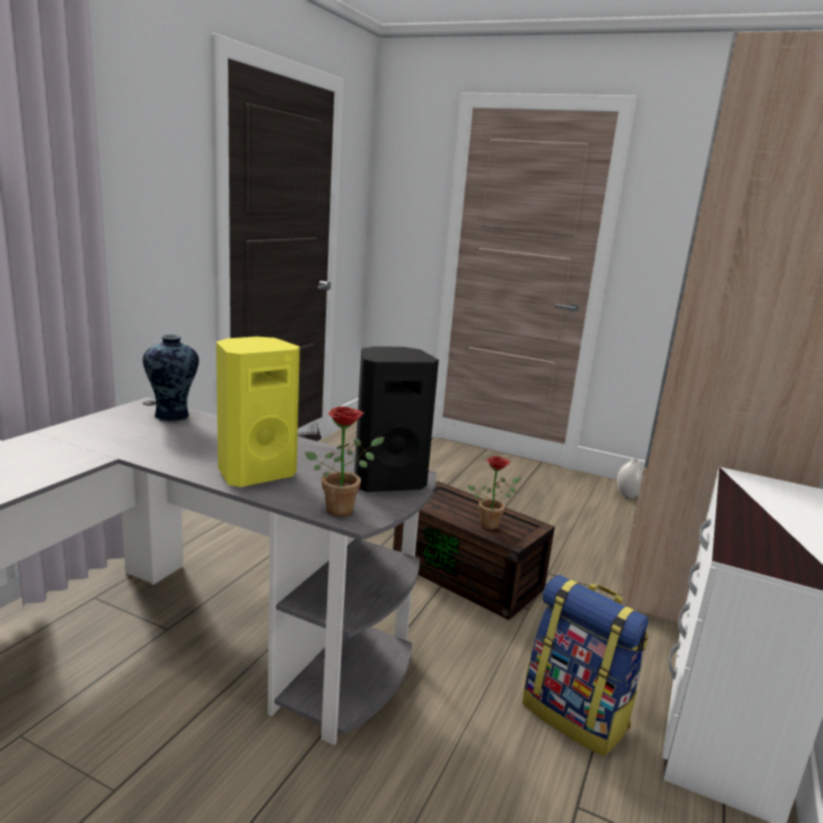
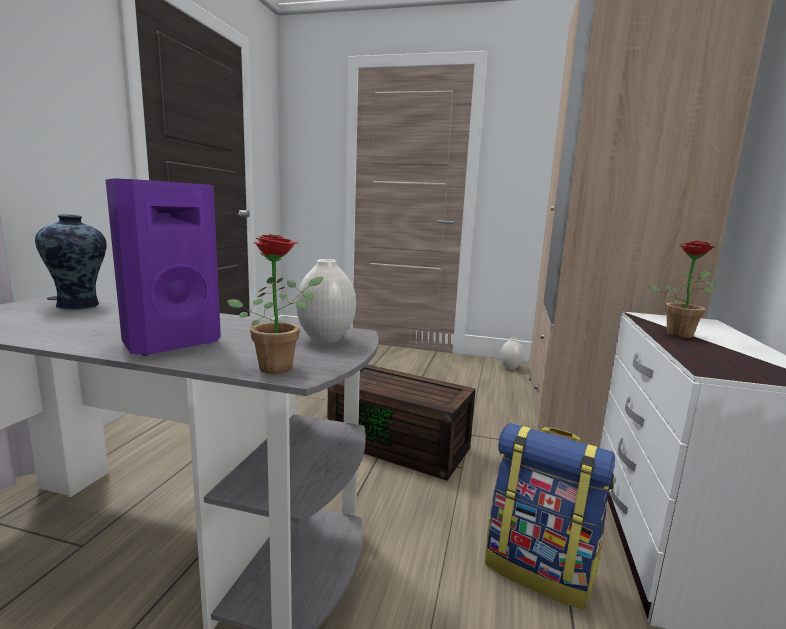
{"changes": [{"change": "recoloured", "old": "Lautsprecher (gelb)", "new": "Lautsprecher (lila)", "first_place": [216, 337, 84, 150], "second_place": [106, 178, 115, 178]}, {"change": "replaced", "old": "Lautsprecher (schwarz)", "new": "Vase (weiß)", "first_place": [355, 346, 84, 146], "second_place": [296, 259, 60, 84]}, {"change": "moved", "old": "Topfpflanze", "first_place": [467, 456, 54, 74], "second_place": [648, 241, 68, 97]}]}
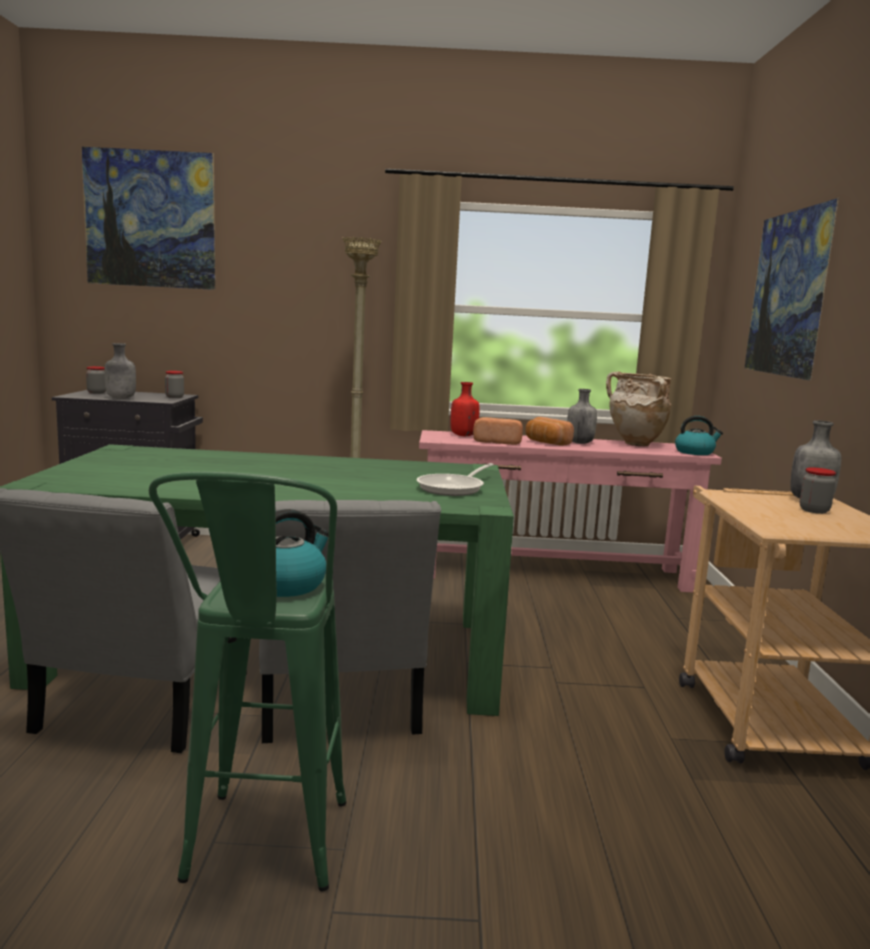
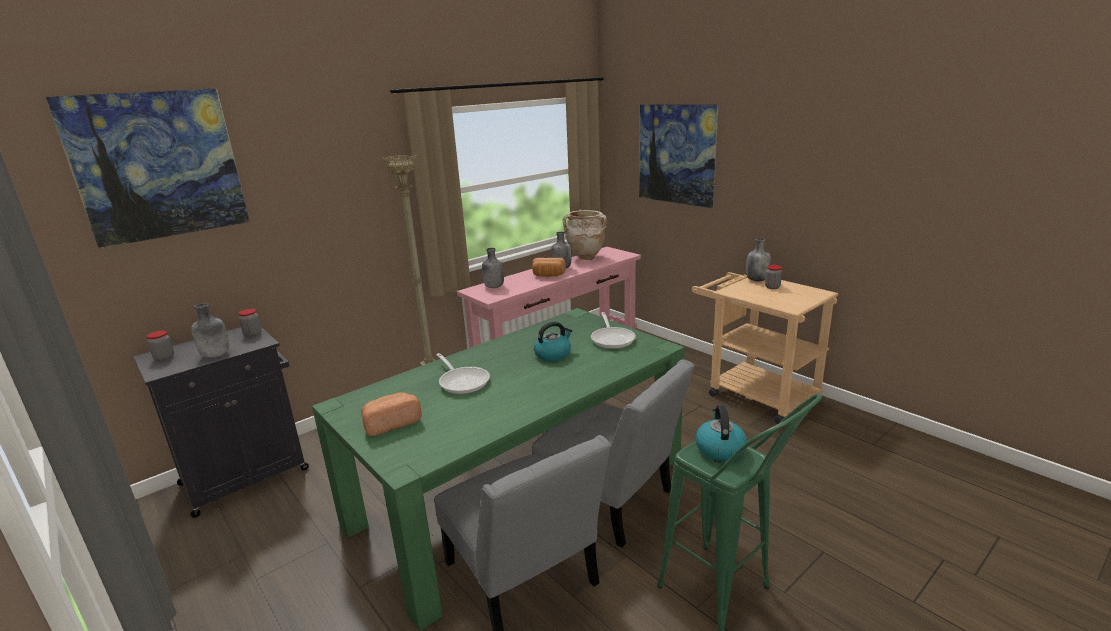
{"changes": [{"change": "recoloured", "old": "Flasche (rot)", "new": "Flasche (grau)", "first_place": [450, 382, 30, 54], "second_place": [482, 248, 22, 40]}, {"change": "moved", "old": "Brot", "first_place": [473, 417, 50, 28], "second_place": [361, 392, 61, 44]}, {"change": "moved", "old": "Wasserkessel", "first_place": [675, 416, 48, 39], "second_place": [534, 322, 38, 39]}, {"change": "added", "new": "Pfanne", "second_place": [436, 353, 54, 41]}]}
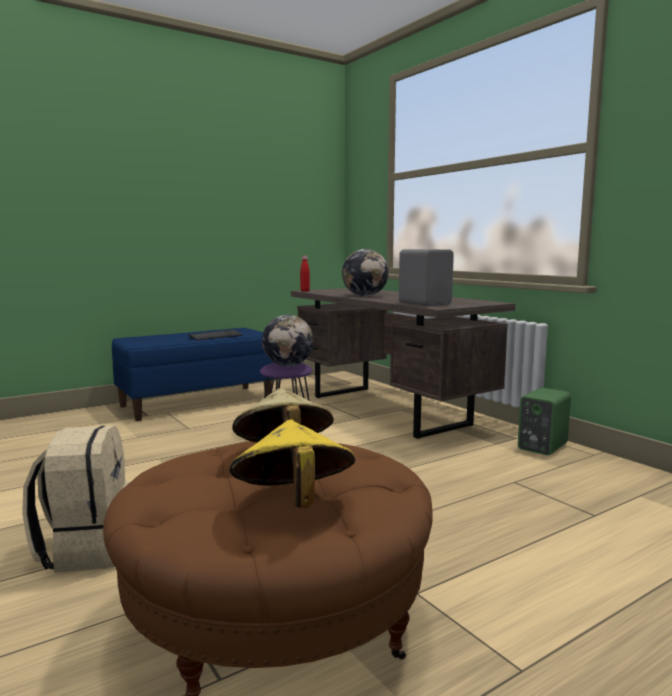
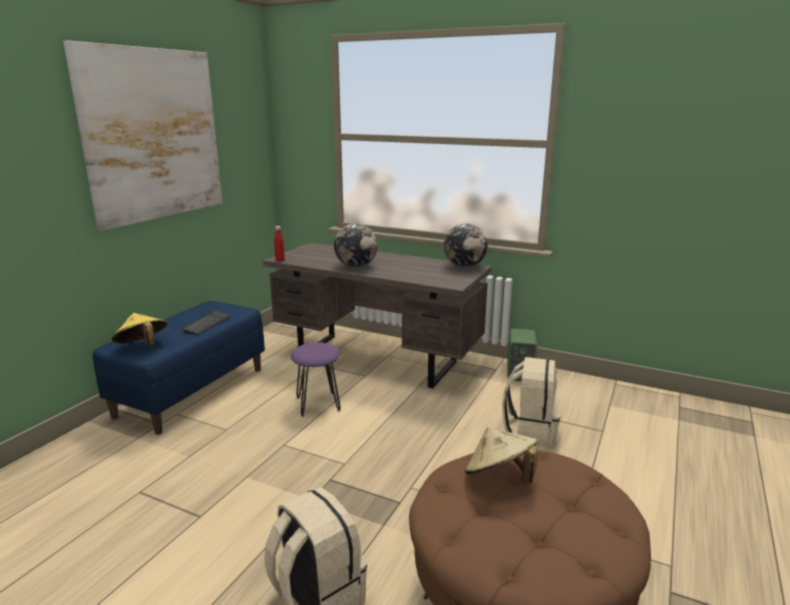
{"changes": [{"change": "moved", "old": "Hut (gelb)", "first_place": [229, 420, 127, 88], "second_place": [112, 313, 55, 33]}, {"change": "moved", "old": "Globus", "first_place": [262, 315, 52, 51], "second_place": [444, 223, 44, 44]}, {"change": "removed", "old": "Lautsprecher (grau)", "first_place": [399, 249, 55, 57]}, {"change": "added", "new": "Bild", "second_place": [63, 41, 159, 190]}, {"change": "added", "new": "Rucksack (beige)", "second_place": [502, 357, 59, 89]}]}
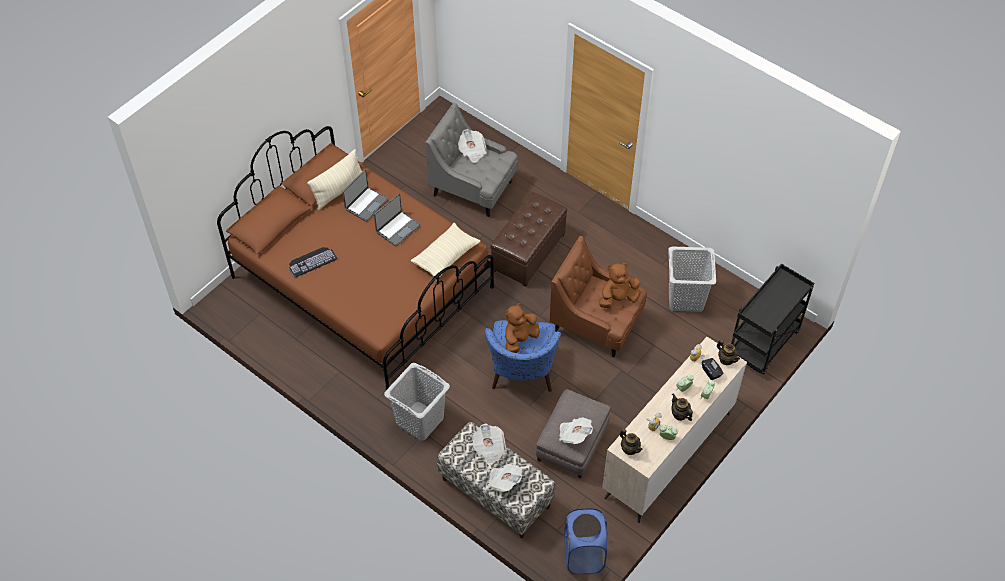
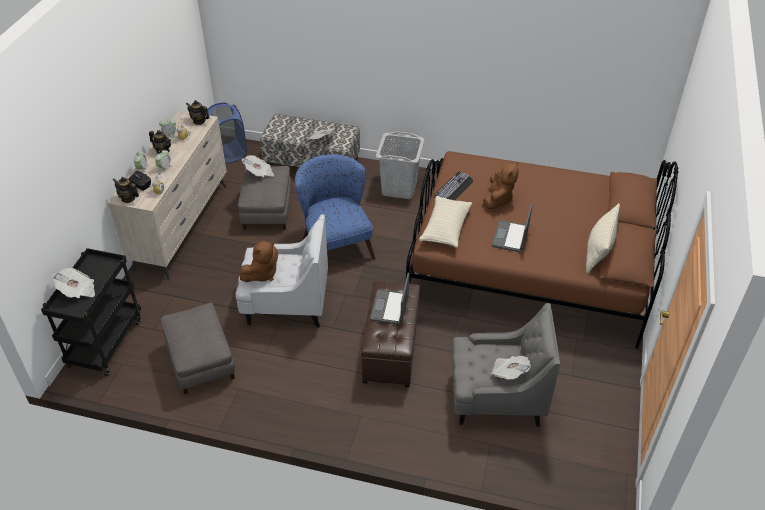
{"changes": [{"change": "moved", "old": "Tastatur", "first_place": [288, 247, 49, 31], "second_place": [434, 171, 39, 29]}, {"change": "moved", "old": "Laptop", "first_place": [342, 169, 46, 53], "second_place": [370, 272, 40, 53]}, {"change": "moved", "old": "Zeitung", "first_place": [488, 464, 34, 28], "second_place": [52, 268, 43, 30]}, {"change": "moved", "old": "Plüschtier (braun)", "first_place": [505, 303, 35, 50], "second_place": [483, 162, 36, 47]}, {"change": "recoloured", "old": "Sessel (braun)", "new": "Sessel (weiß)", "first_place": [550, 236, 97, 122], "second_place": [235, 214, 93, 114]}, {"change": "replaced", "old": "Wäschekorb (grau)", "new": "Polsterhocker (grau)", "first_place": [668, 246, 48, 66], "second_place": [161, 303, 74, 91]}]}
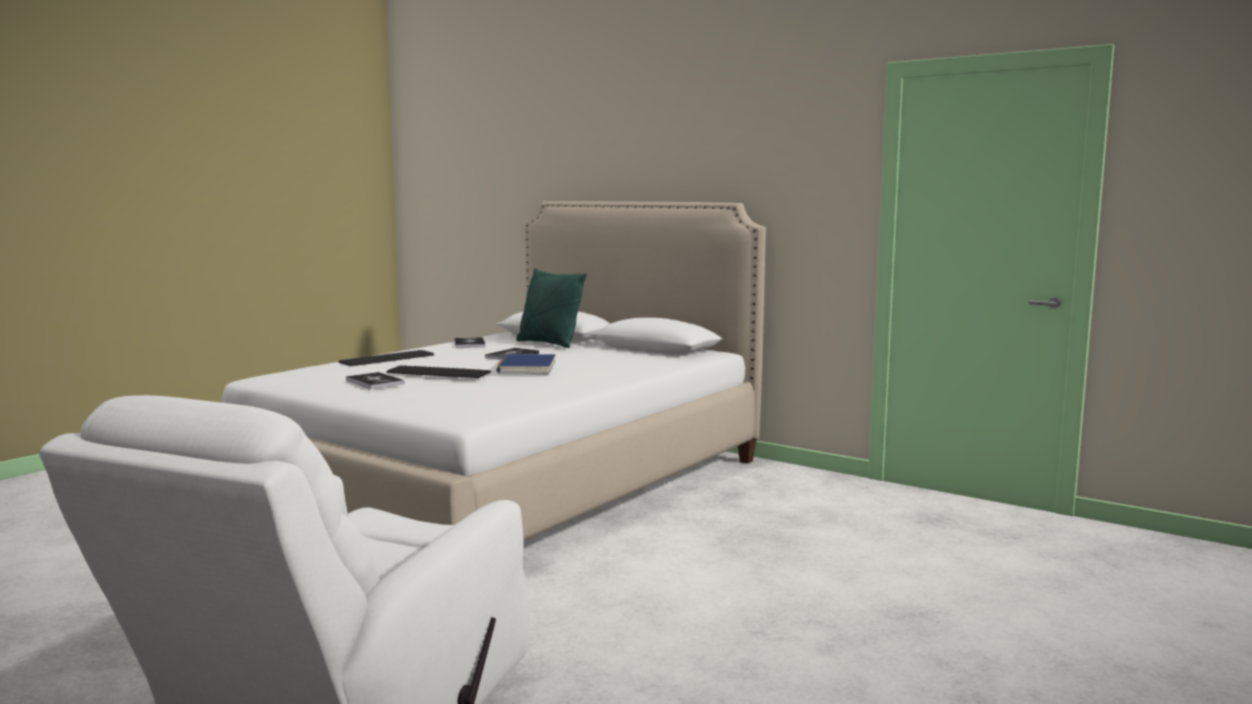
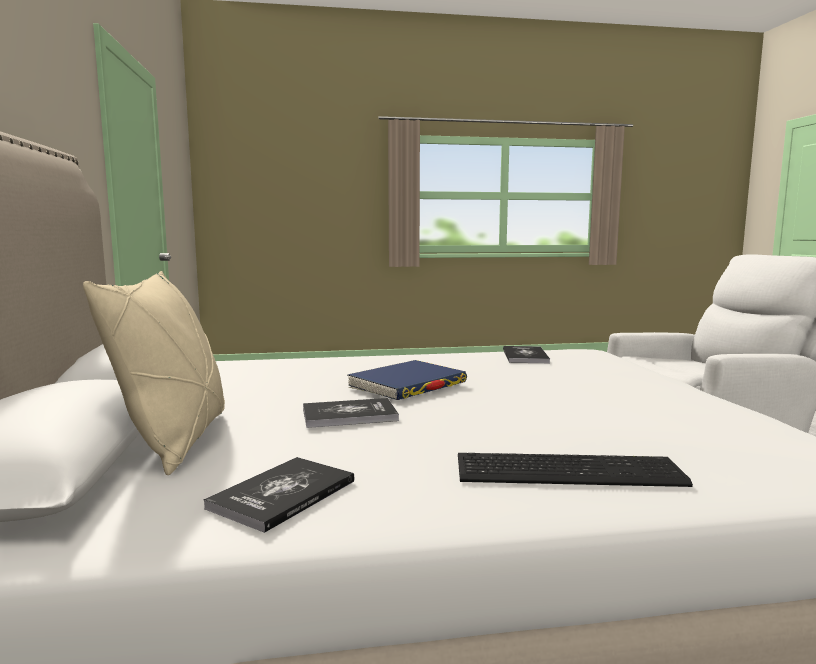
{"changes": [{"change": "moved", "old": "Buch", "first_place": [346, 372, 58, 17], "second_place": [503, 346, 47, 17]}, {"change": "removed", "old": "Tastatur", "first_place": [387, 366, 104, 12]}, {"change": "recoloured", "old": "Kissen (grün)", "new": "Kissen (beige)", "first_place": [516, 268, 71, 80], "second_place": [83, 271, 142, 204]}]}
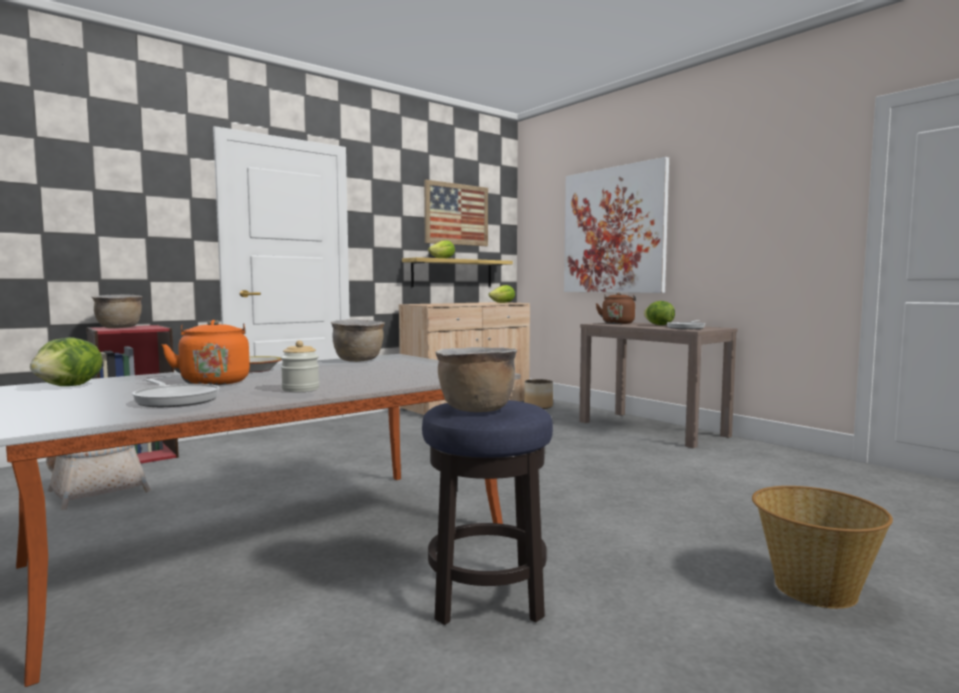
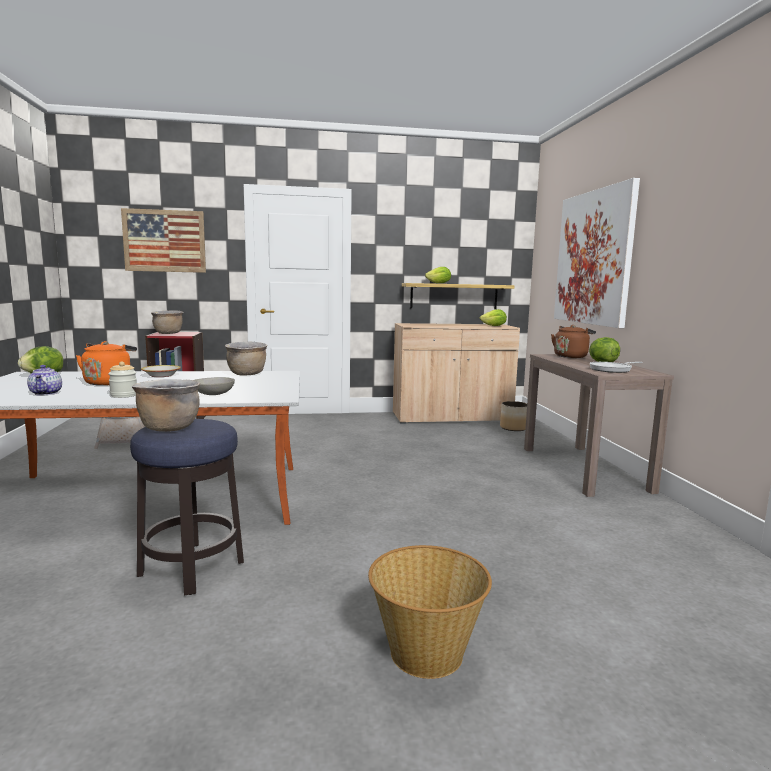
{"changes": [{"change": "replaced", "old": "Pfanne", "new": "Teekanne", "first_place": [133, 379, 87, 28], "second_place": [27, 365, 35, 31]}, {"change": "moved", "old": "Bild", "first_place": [424, 180, 64, 66], "second_place": [121, 208, 85, 65]}, {"change": "added", "new": "Schüssel (grau)", "second_place": [194, 377, 41, 18]}]}
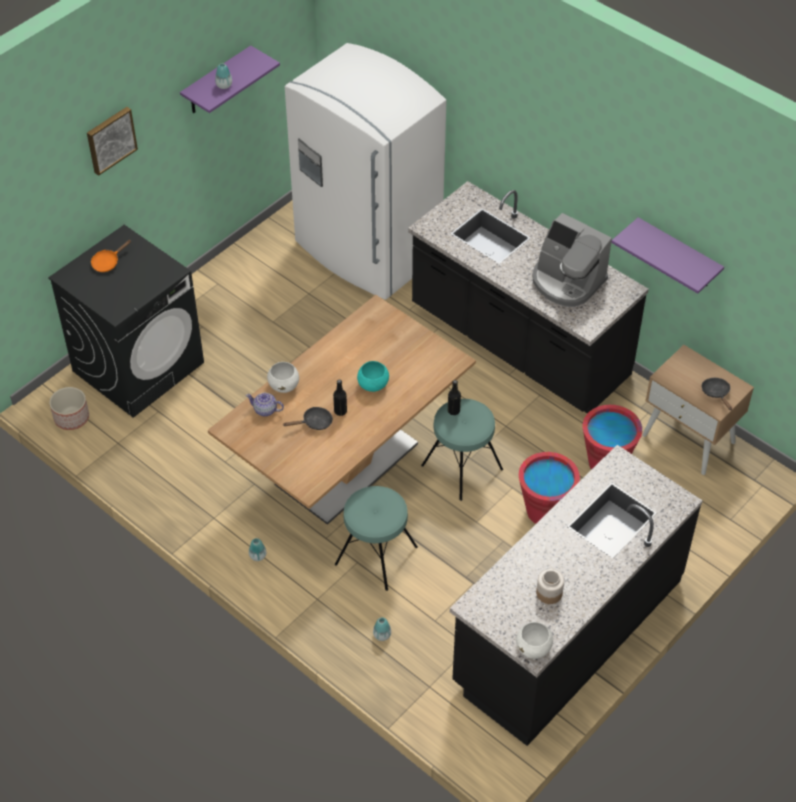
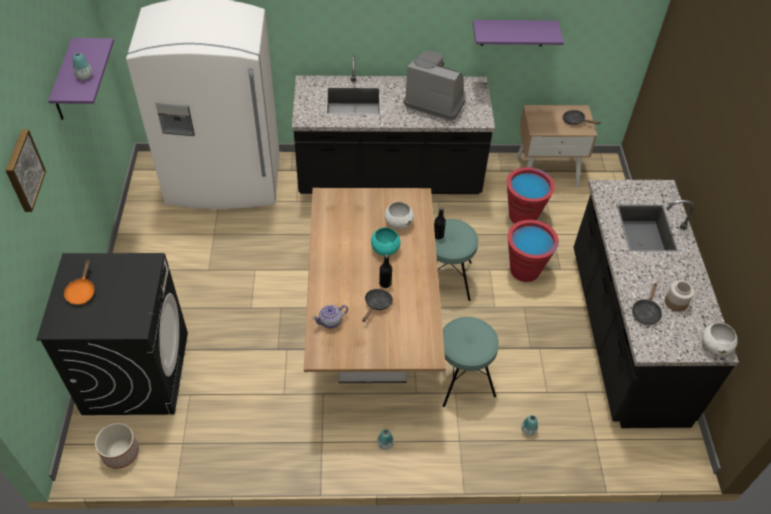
{"changes": [{"change": "moved", "old": "Schüssel (weiß)", "first_place": [267, 362, 32, 31], "second_place": [385, 202, 29, 27]}, {"change": "turned", "old": "Kaffeemaschine", "first_place": [532, 213, 80, 94], "second_place": [404, 51, 62, 70], "degrees": -150}, {"change": "added", "new": "Pfanne (schwarz)", "second_place": [632, 283, 30, 42]}]}
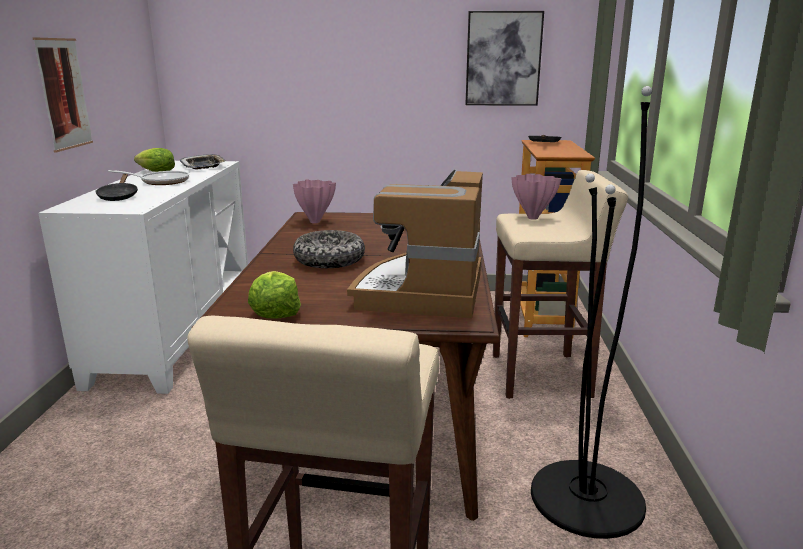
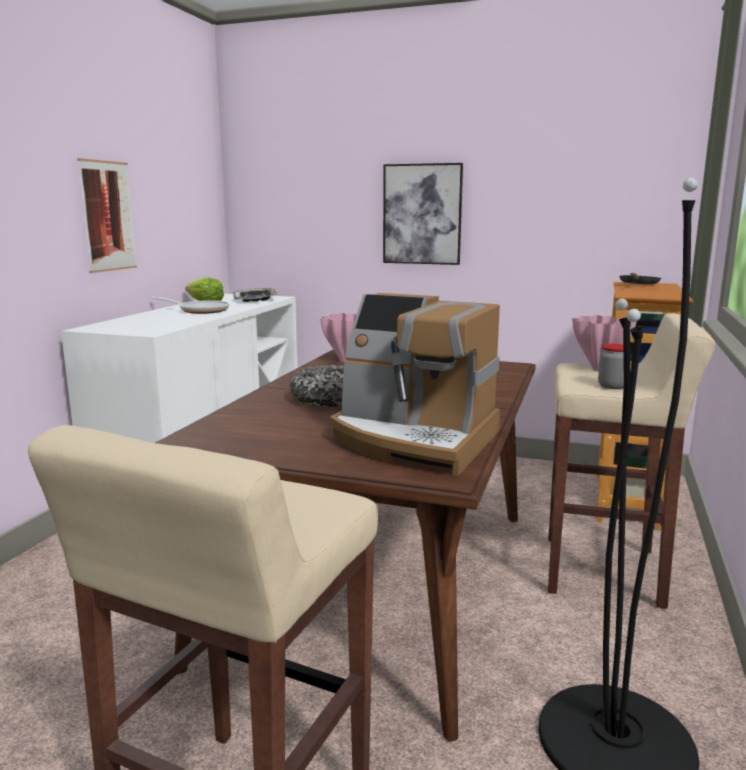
{"changes": [{"change": "removed", "old": "Pfanne (schwarz)", "first_place": [95, 174, 43, 27]}, {"change": "removed", "old": "Salatkopf", "first_place": [248, 271, 53, 48]}, {"change": "turned", "old": "Kaffeemaschine", "first_place": [347, 169, 136, 149], "second_place": [330, 293, 170, 183], "degrees": -90}, {"change": "moved", "old": "Bild", "first_place": [465, 11, 79, 95], "second_place": [383, 163, 80, 102]}, {"change": "added", "new": "Vorratsglas", "second_place": [598, 344, 33, 45]}]}
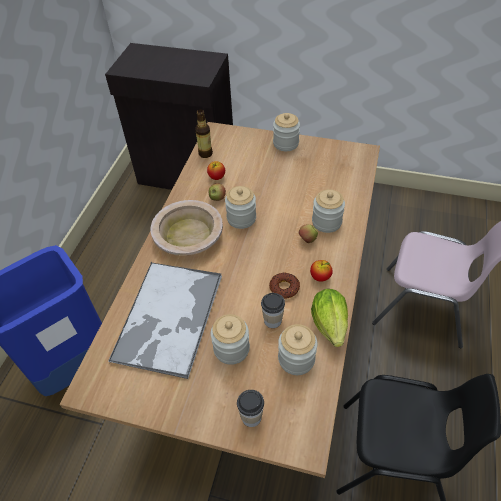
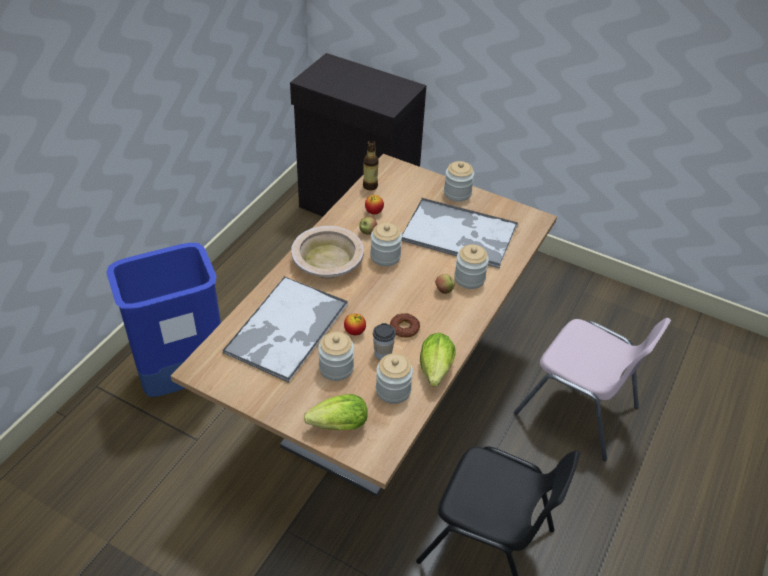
{"changes": [{"change": "replaced", "old": "Tasse", "new": "Salatkopf", "first_place": [237, 390, 27, 37], "second_place": [304, 394, 64, 36]}, {"change": "moved", "old": "Apfel", "first_place": [310, 260, 23, 22], "second_place": [344, 314, 22, 21]}, {"change": "added", "new": "Tablett", "second_place": [401, 197, 117, 71]}]}
